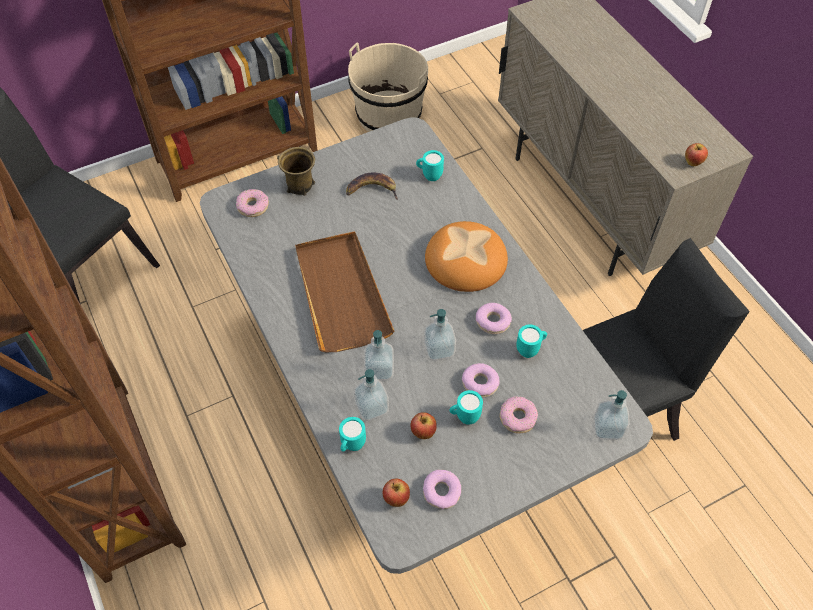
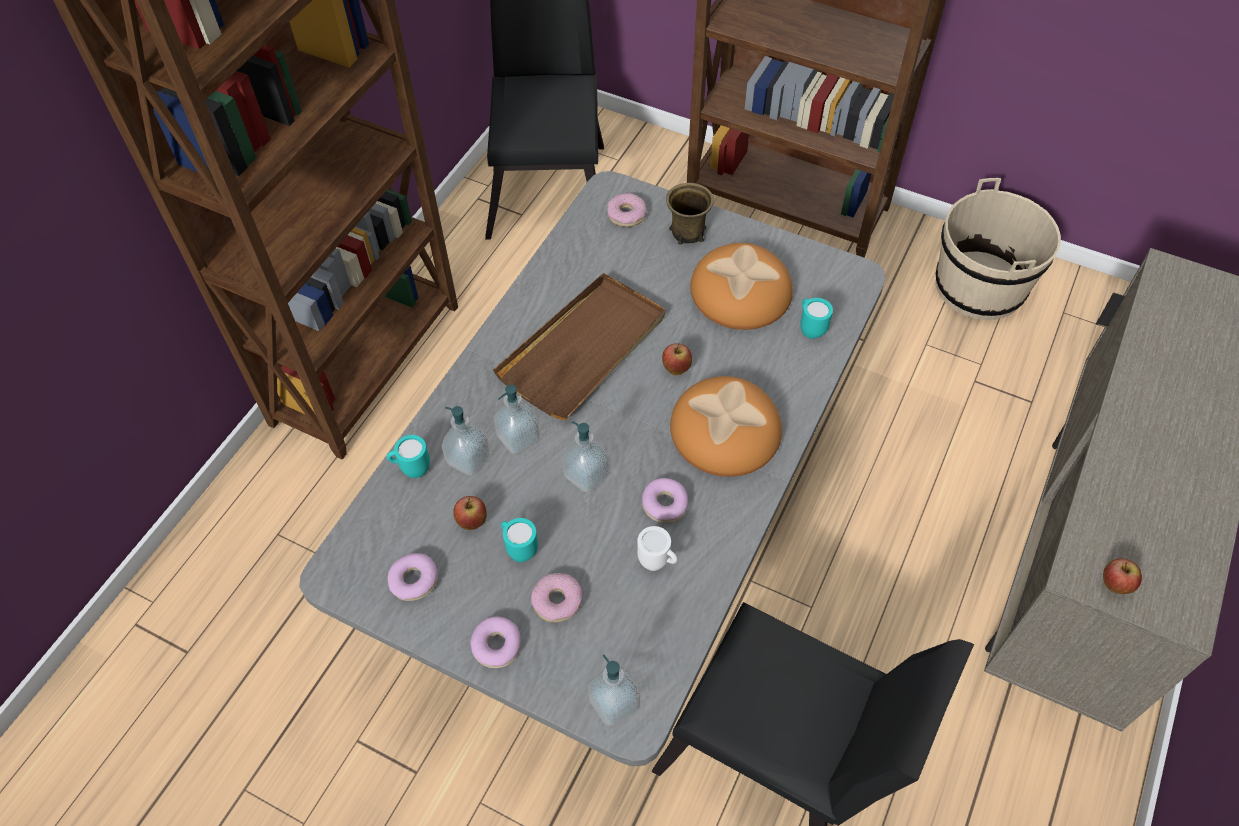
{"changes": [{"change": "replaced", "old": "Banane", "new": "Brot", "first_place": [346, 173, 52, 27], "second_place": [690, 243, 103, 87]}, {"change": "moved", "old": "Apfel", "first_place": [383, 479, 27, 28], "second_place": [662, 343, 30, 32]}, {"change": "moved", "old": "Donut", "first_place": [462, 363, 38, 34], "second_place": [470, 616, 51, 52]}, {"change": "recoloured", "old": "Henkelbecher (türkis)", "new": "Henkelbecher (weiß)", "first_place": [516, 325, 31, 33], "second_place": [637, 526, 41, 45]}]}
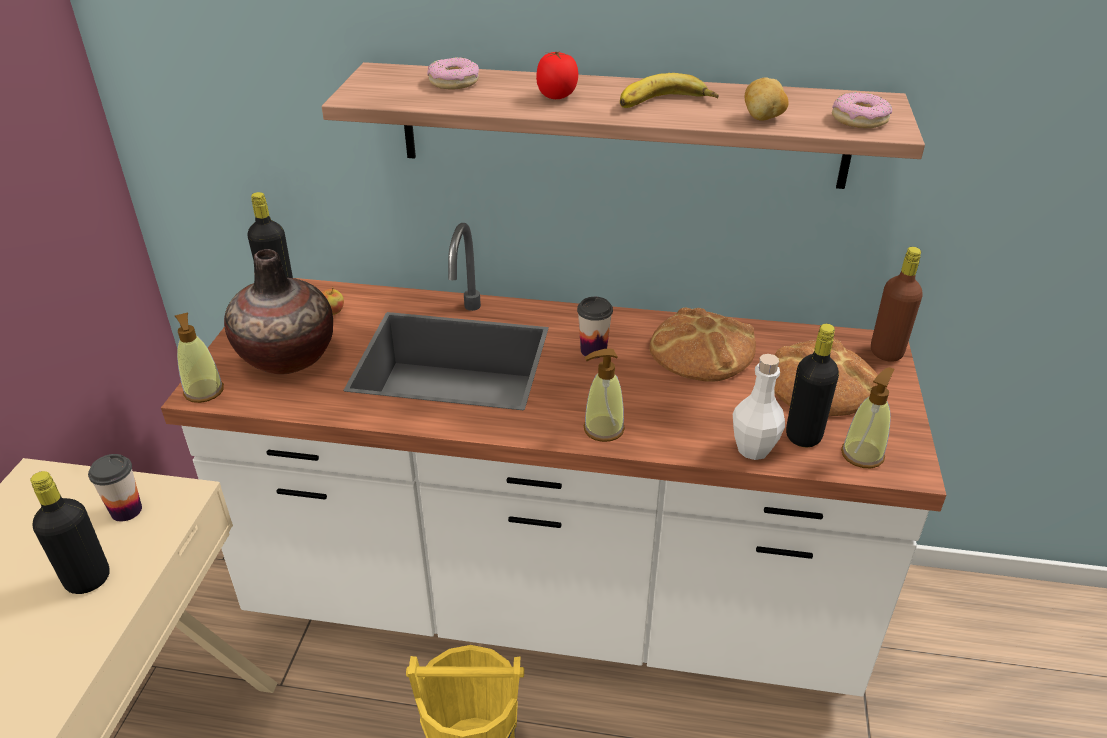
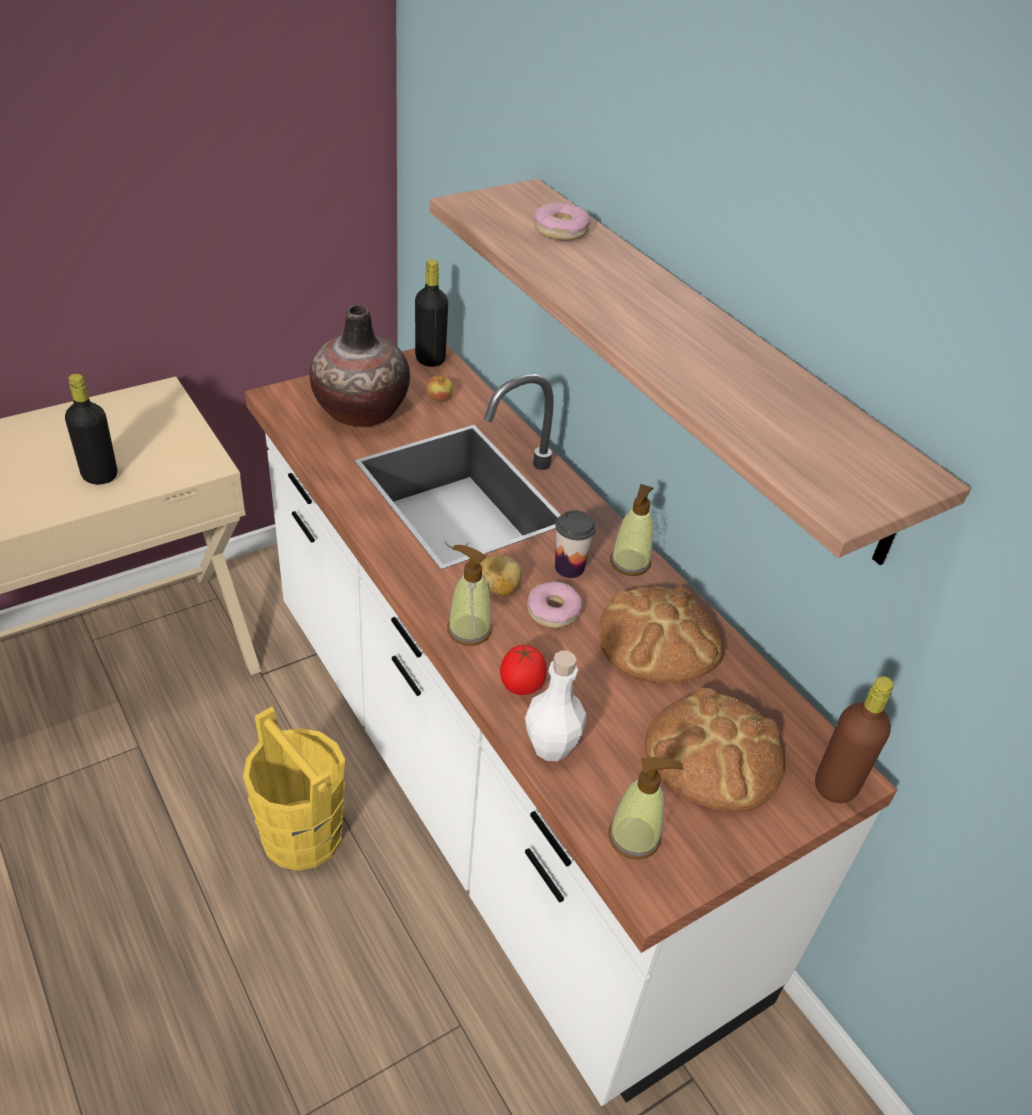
{"changes": [{"change": "removed", "old": "Tasse", "first_place": [88, 454, 54, 68]}, {"change": "moved", "old": "Seifenspender", "first_place": [175, 312, 49, 91], "second_place": [610, 484, 43, 92]}, {"change": "moved", "old": "Tomate", "first_place": [536, 51, 42, 48], "second_place": [500, 644, 47, 51]}, {"change": "removed", "old": "Banane", "first_place": [620, 73, 98, 35]}, {"change": "moved", "old": "Kartoffel", "first_place": [745, 77, 44, 44], "second_place": [480, 555, 42, 41]}, {"change": "removed", "old": "Flasche (schwarz)", "first_place": [786, 324, 53, 123]}, {"change": "moved", "old": "Donut", "first_place": [832, 92, 60, 36], "second_place": [527, 582, 55, 46]}]}
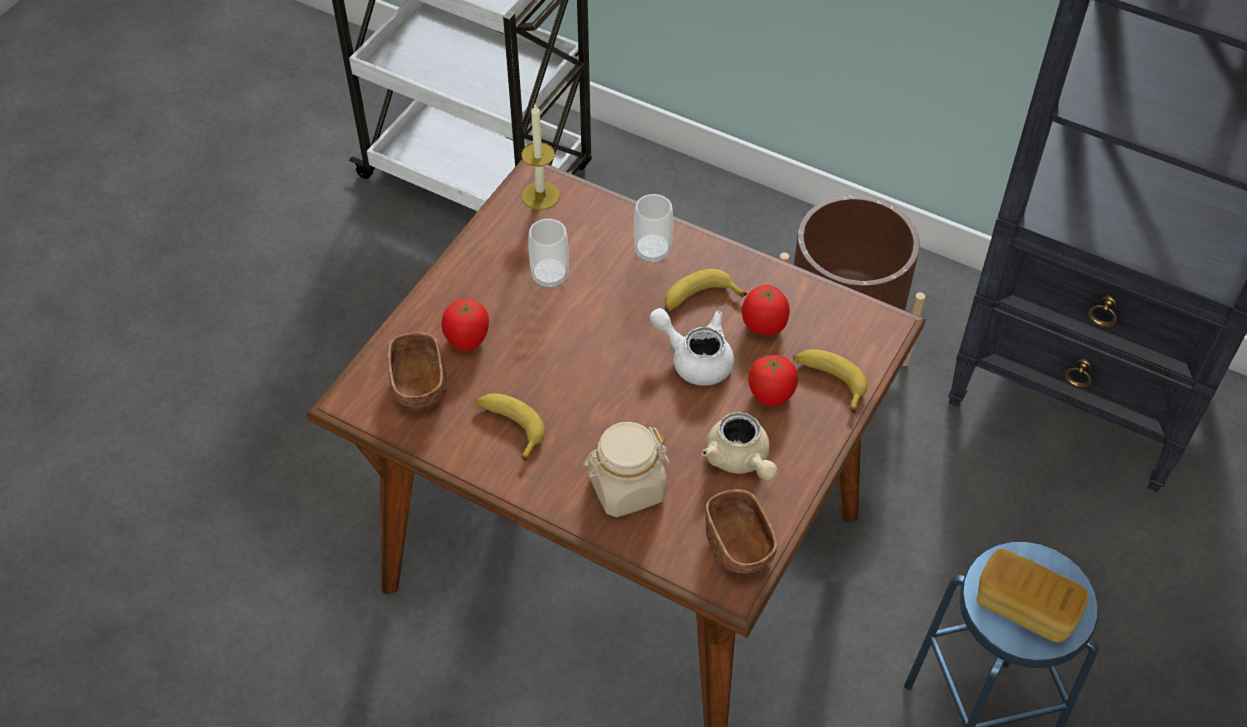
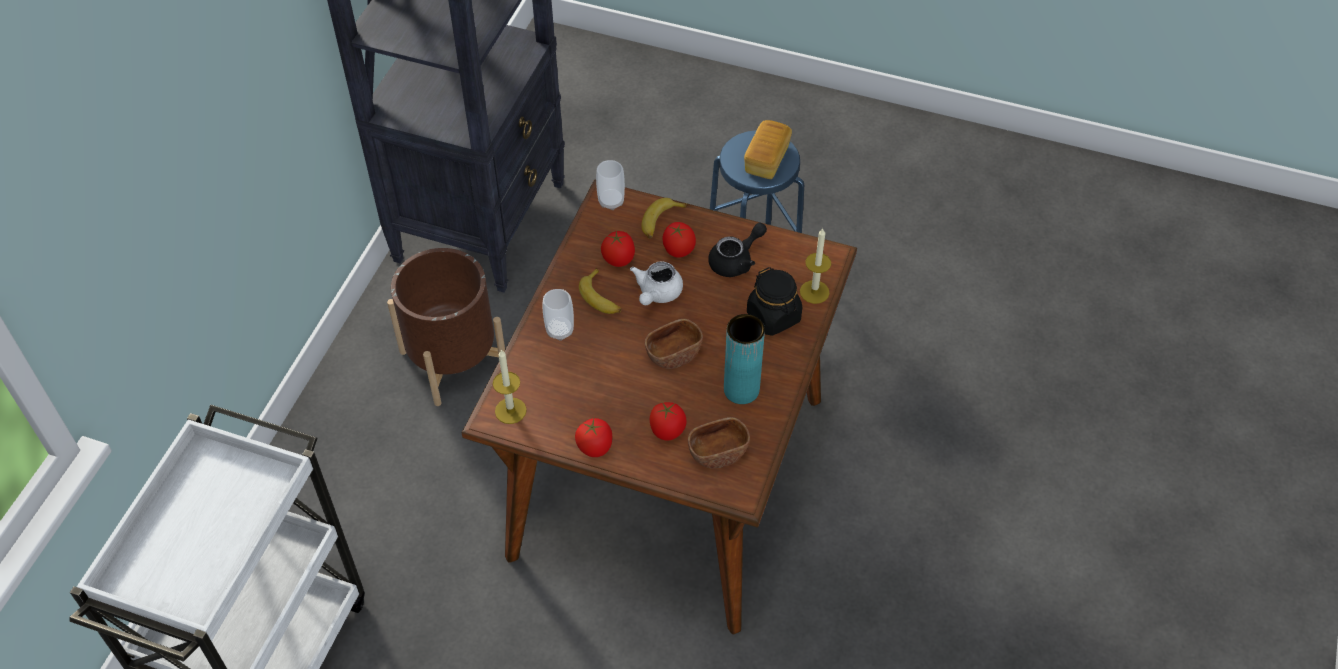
{"changes": [{"change": "replaced", "old": "Banane", "new": "Vase (türkis)", "first_place": [476, 393, 69, 69], "second_place": [724, 314, 41, 90]}, {"change": "moved", "old": "Tasse", "first_place": [528, 219, 41, 69], "second_place": [596, 160, 29, 50]}, {"change": "recoloured", "old": "Vorratsglas (beige)", "new": "Vorratsglas (schwarz)", "first_place": [583, 422, 87, 95], "second_place": [747, 267, 55, 69]}, {"change": "recoloured", "old": "Teekanne (beige)", "new": "Teekanne (schwarz)", "first_place": [702, 412, 76, 69], "second_place": [708, 223, 59, 54]}, {"change": "moved", "old": "Schüssel (braun)", "first_place": [705, 489, 73, 84], "second_place": [645, 319, 58, 50]}, {"change": "added", "new": "Tomate", "second_place": [575, 418, 37, 39]}, {"change": "added", "new": "Kerze", "second_place": [800, 229, 31, 75]}]}
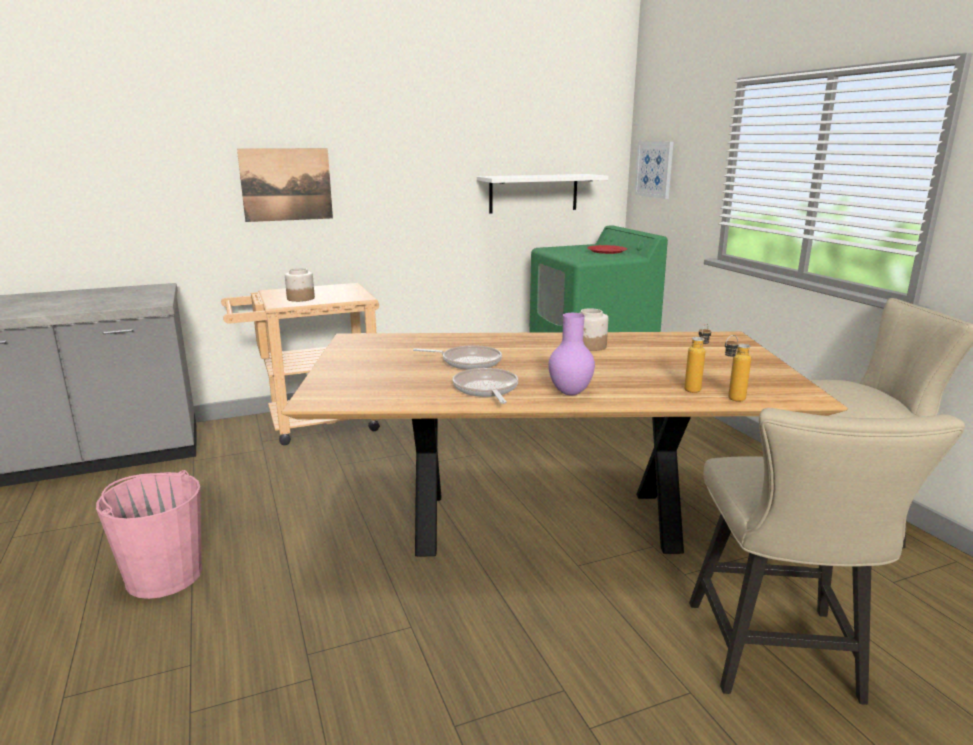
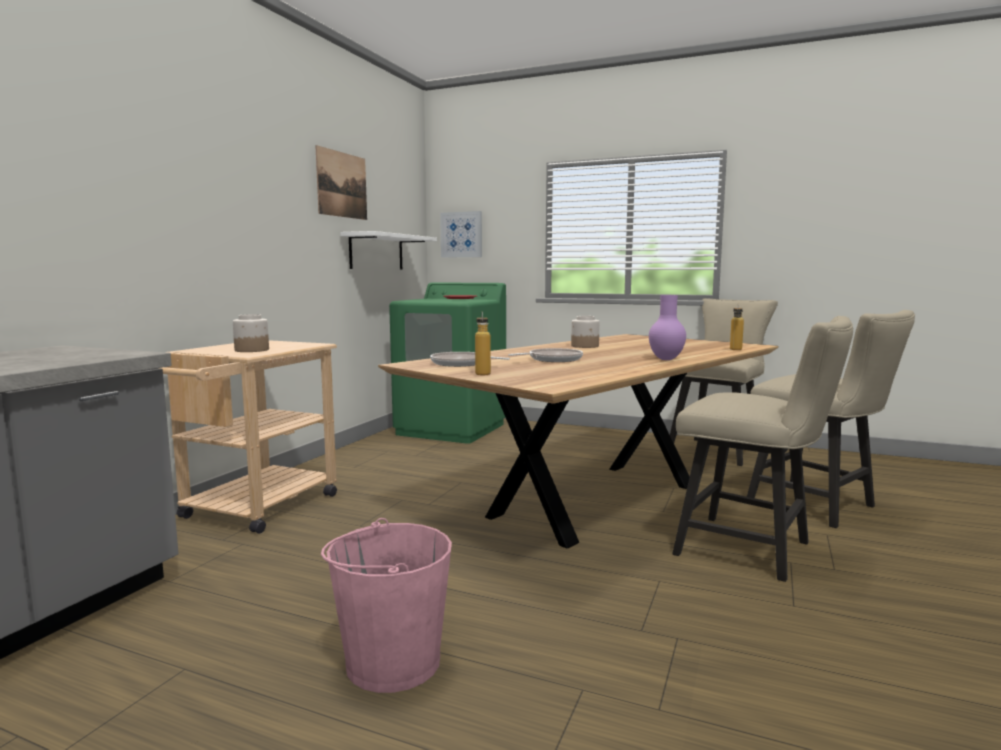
{"changes": [{"change": "moved", "old": "Bild", "first_place": [237, 148, 96, 74], "second_place": [315, 145, 52, 75]}, {"change": "moved", "old": "Pfanne", "first_place": [453, 368, 65, 36], "second_place": [430, 352, 80, 15]}, {"change": "moved", "old": "Flasche", "first_place": [684, 323, 27, 70], "second_place": [475, 311, 16, 64]}, {"change": "added", "new": "Stuhl (beige)", "second_place": [672, 316, 181, 266]}]}
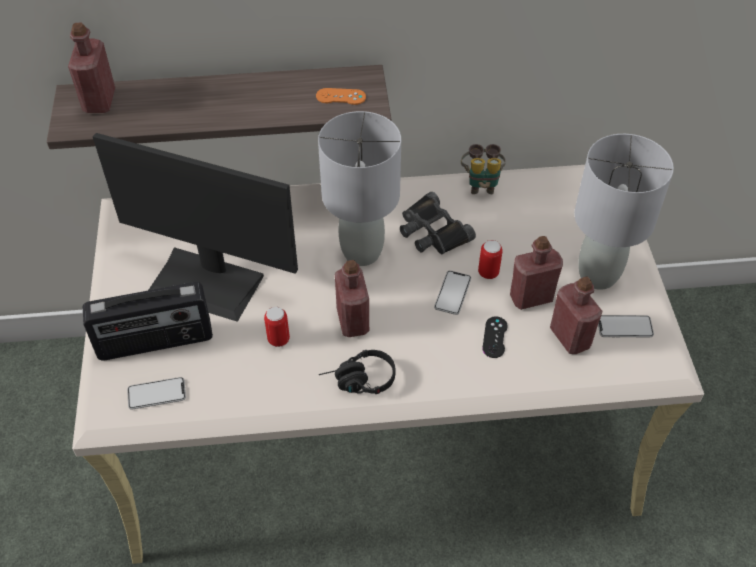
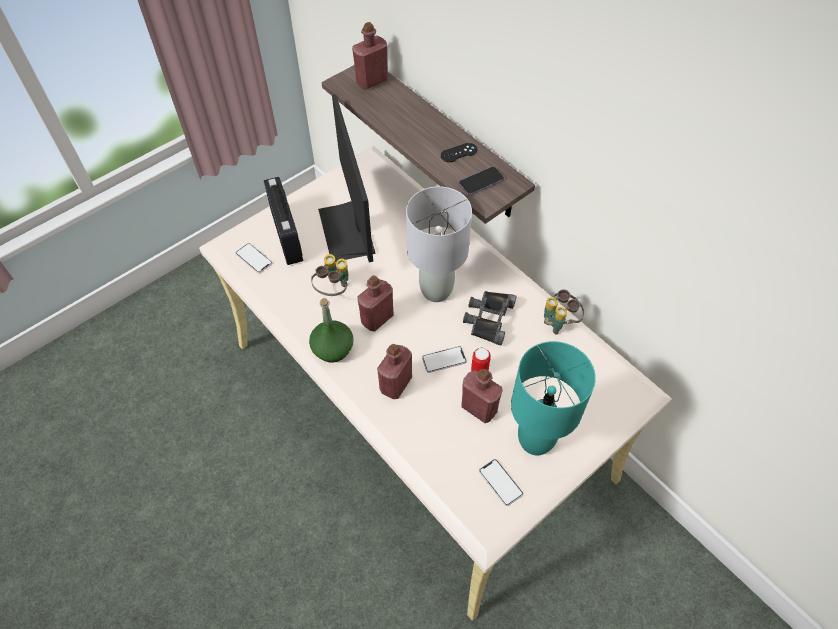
{"changes": [{"change": "turned", "old": "Radio", "first_place": [83, 282, 130, 78], "second_place": [264, 177, 39, 88], "degrees": -150}, {"change": "replaced", "old": "Dose", "new": "Fernglas", "first_place": [264, 307, 26, 40], "second_place": [311, 254, 37, 42]}, {"change": "replaced", "old": "Gamepad (orange)", "new": "Handy", "first_place": [316, 88, 50, 17], "second_place": [459, 167, 45, 28]}, {"change": "replaced", "old": "Kopfhörer (schwarz)", "new": "Flasche (grün)", "first_place": [319, 350, 77, 44], "second_place": [309, 298, 45, 65]}, {"change": "moved", "old": "Gamepad (schwarz)", "first_place": [482, 316, 26, 42], "second_place": [441, 143, 37, 19]}, {"change": "moved", "old": "Flasche (rot)", "first_place": [550, 276, 52, 78], "second_place": [377, 344, 35, 55]}, {"change": "recoloured", "old": "Tischlampe (grau)", "new": "Tischlampe (türkis)", "first_place": [574, 134, 100, 156], "second_place": [511, 341, 85, 114]}]}
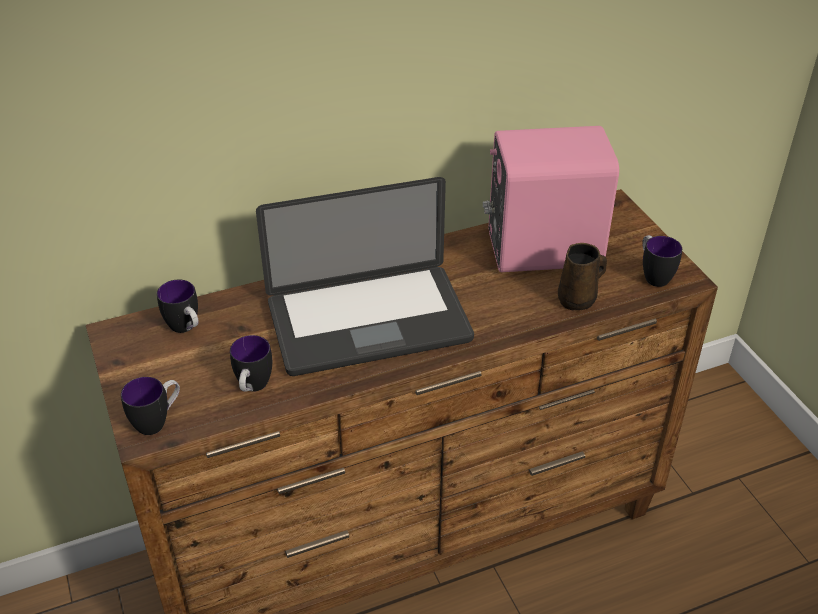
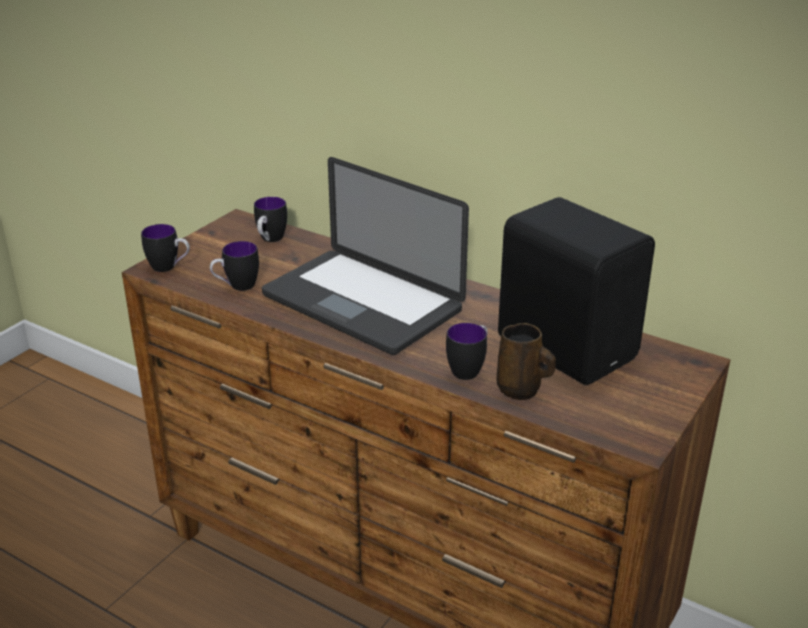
{"changes": [{"change": "recoloured", "old": "Lautsprecher (rosa)", "new": "Lautsprecher (schwarz)", "first_place": [483, 126, 136, 146], "second_place": [498, 197, 157, 188]}, {"change": "moved", "old": "Henkelbecher", "first_place": [642, 235, 40, 52], "second_place": [446, 323, 42, 57]}]}
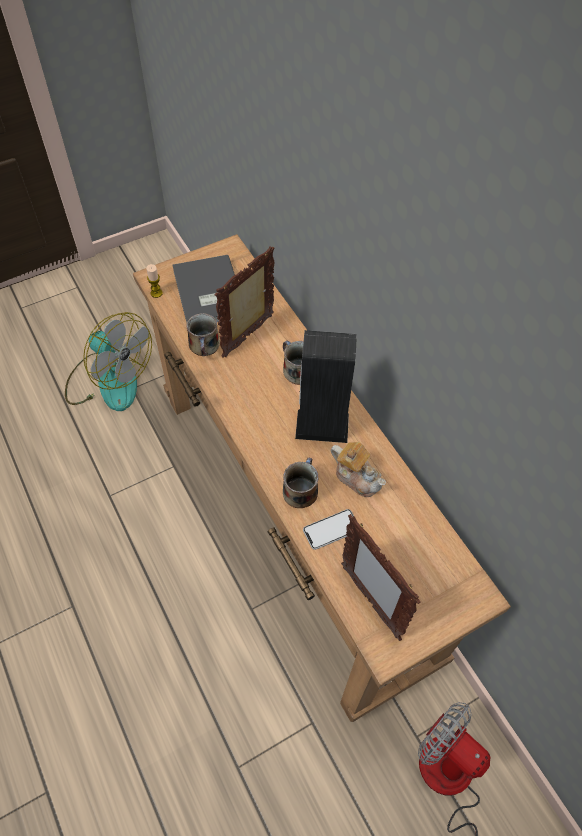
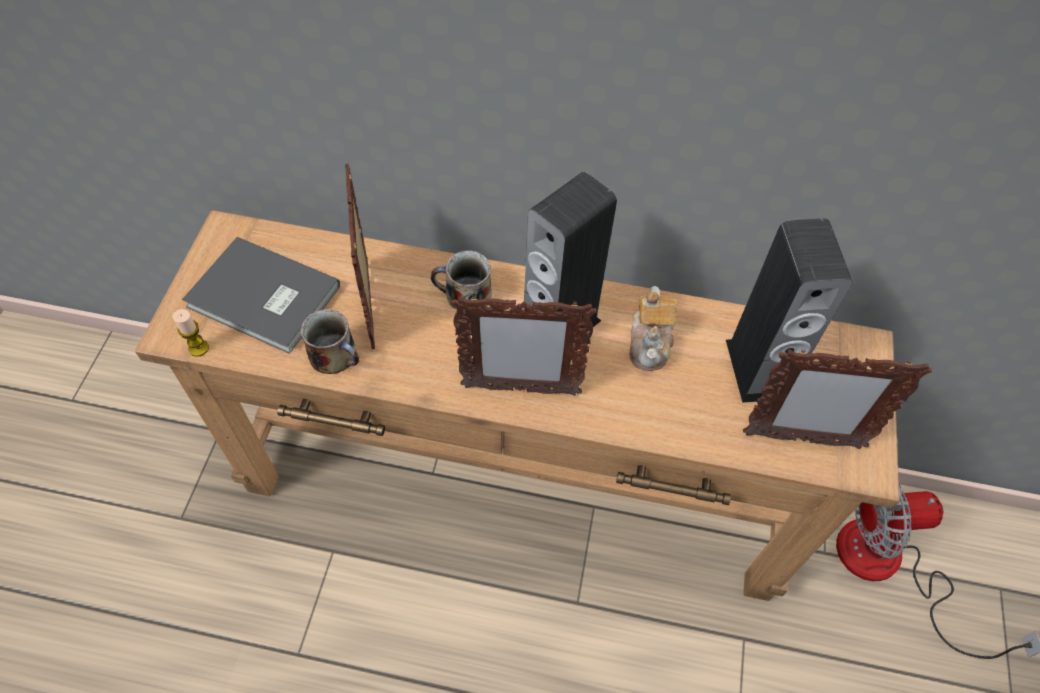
{"changes": [{"change": "removed", "old": "Ventilator", "first_place": [65, 312, 87, 99]}, {"change": "removed", "old": "Henkelbecher", "first_place": [283, 457, 36, 51]}, {"change": "removed", "old": "Handy", "first_place": [303, 509, 51, 41]}, {"change": "turned", "old": "Teekanne", "first_place": [331, 442, 55, 55], "second_place": [629, 286, 48, 85], "degrees": 105}, {"change": "added", "new": "Bilderrahmen", "second_place": [451, 295, 146, 101]}, {"change": "added", "new": "Lautsprecher", "second_place": [726, 218, 127, 185]}]}
